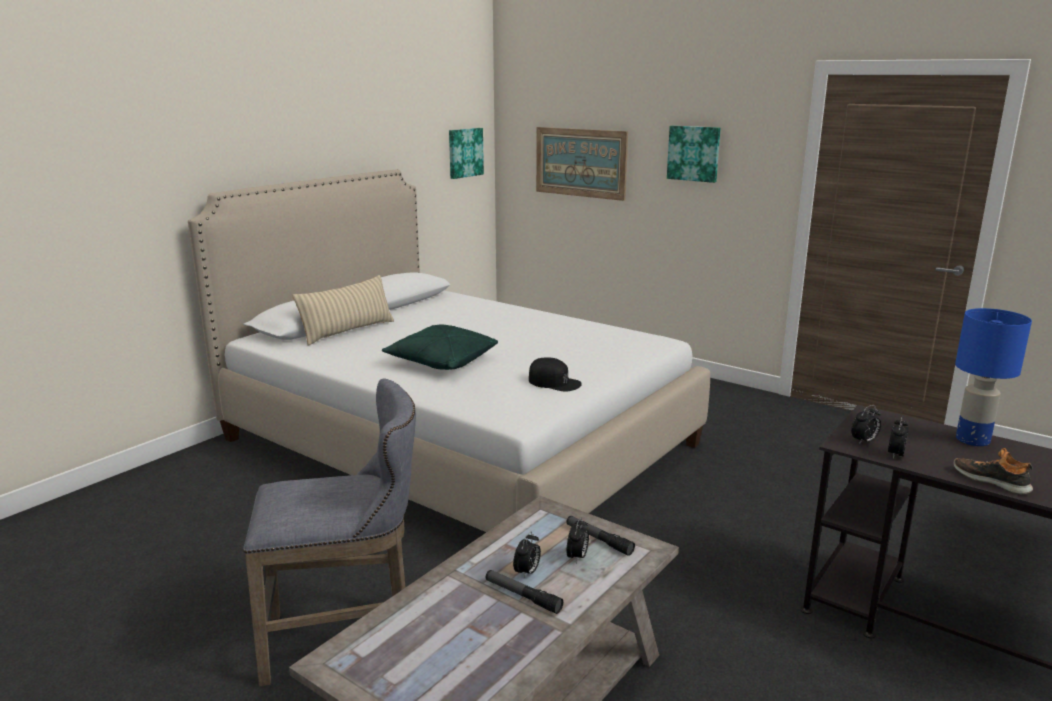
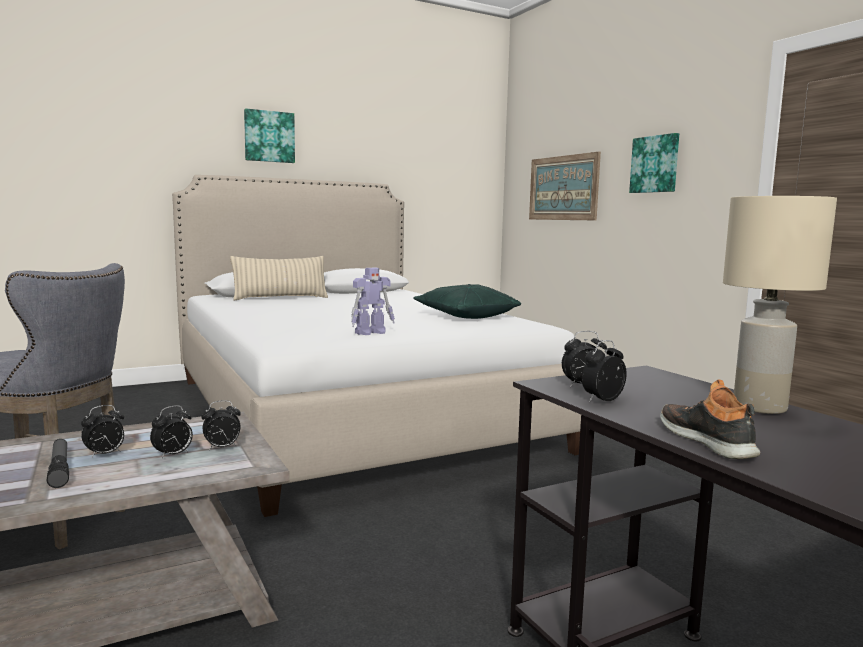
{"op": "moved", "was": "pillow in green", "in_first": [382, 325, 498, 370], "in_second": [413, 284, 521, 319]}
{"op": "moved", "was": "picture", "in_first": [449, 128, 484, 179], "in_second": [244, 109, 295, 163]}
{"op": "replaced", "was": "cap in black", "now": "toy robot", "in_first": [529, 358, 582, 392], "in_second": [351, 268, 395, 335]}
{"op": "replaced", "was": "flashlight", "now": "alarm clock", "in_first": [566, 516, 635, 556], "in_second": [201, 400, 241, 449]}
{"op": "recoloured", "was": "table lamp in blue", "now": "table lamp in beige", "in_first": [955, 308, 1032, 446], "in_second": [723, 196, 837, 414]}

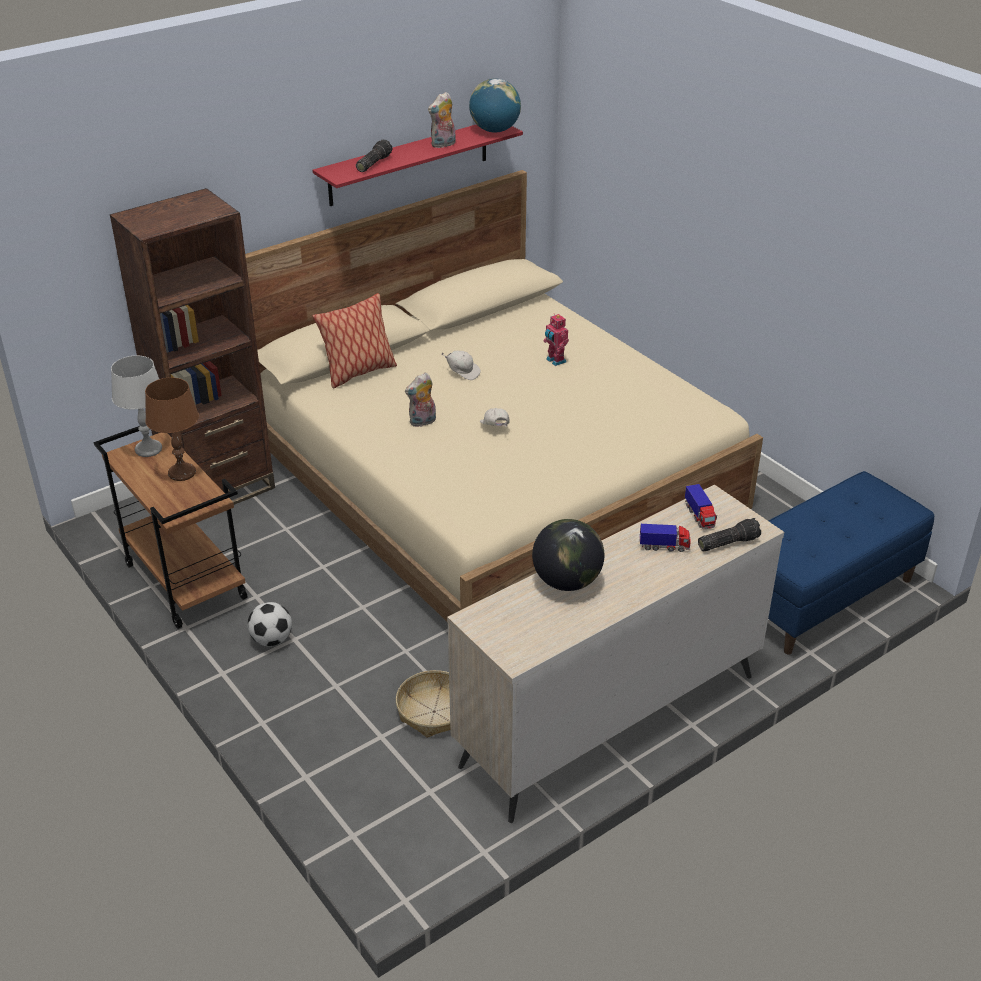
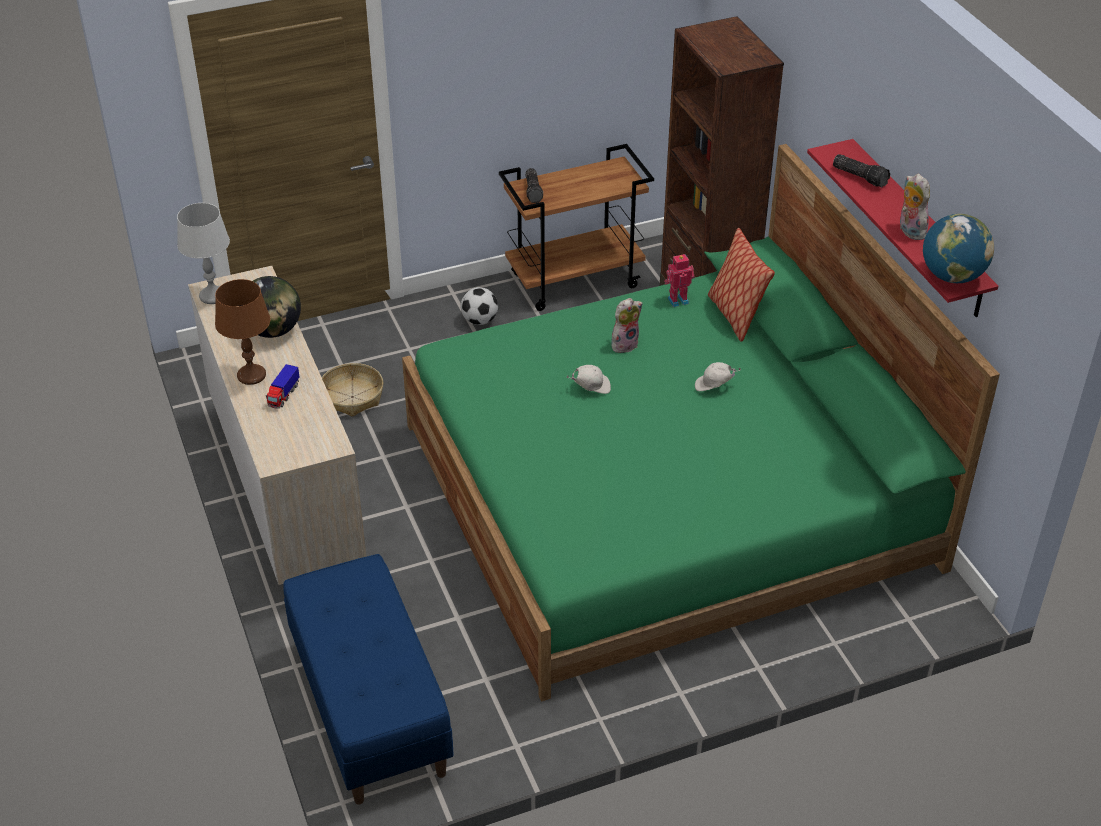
{"op": "removed", "was": "toy truck", "in_first": [685, 484, 717, 529]}
{"op": "moved", "was": "table lamp in grey", "in_first": [111, 356, 162, 457], "in_second": [177, 203, 230, 304]}
{"op": "moved", "was": "table lamp in brown", "in_first": [145, 377, 199, 481], "in_second": [215, 279, 271, 385]}
{"op": "moved", "was": "toy robot", "in_first": [543, 313, 569, 366], "in_second": [664, 254, 695, 307]}
{"op": "moved", "was": "flashlight", "in_first": [698, 518, 761, 551], "in_second": [525, 168, 543, 203]}
{"op": "recoloured", "was": "bed in beige", "now": "bed in green", "in_first": [245, 170, 763, 621], "in_second": [402, 144, 1000, 701]}
{"op": "turned", "was": "plush toy", "in_first": [405, 373, 436, 427], "in_second": [611, 298, 643, 353], "clockwise": 75}
{"op": "turned", "was": "cap in white", "in_first": [442, 351, 481, 380], "in_second": [695, 362, 741, 391], "clockwise": 45}

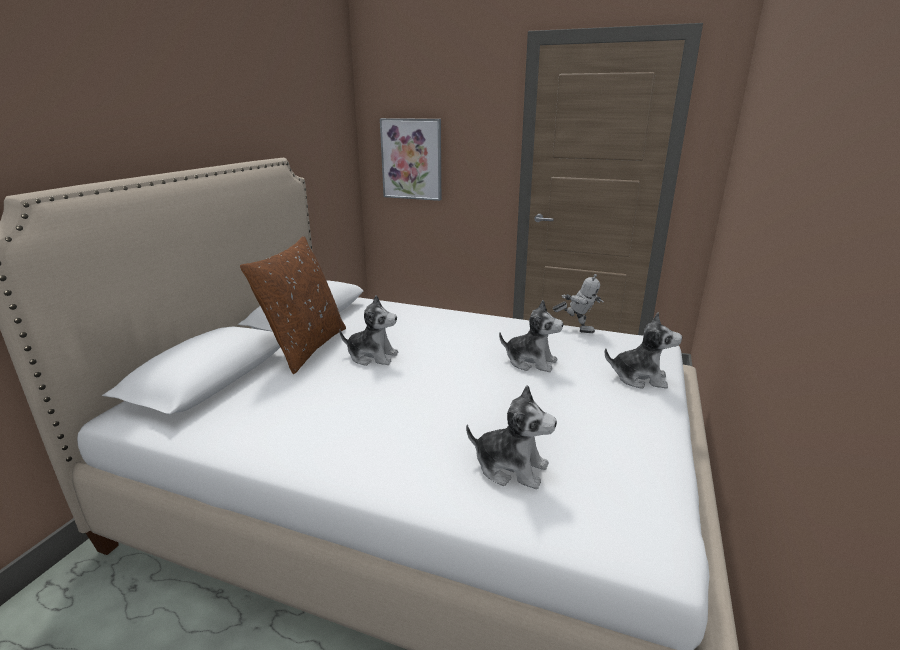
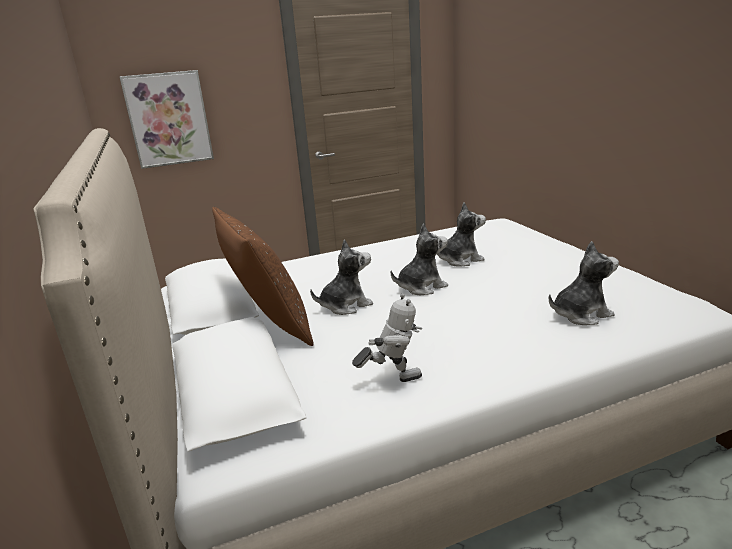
{"op": "moved", "was": "toy robot", "in_first": [552, 274, 604, 333], "in_second": [352, 293, 422, 382]}
{"op": "moved", "was": "plush toy", "in_first": [605, 312, 682, 389], "in_second": [391, 223, 448, 295]}

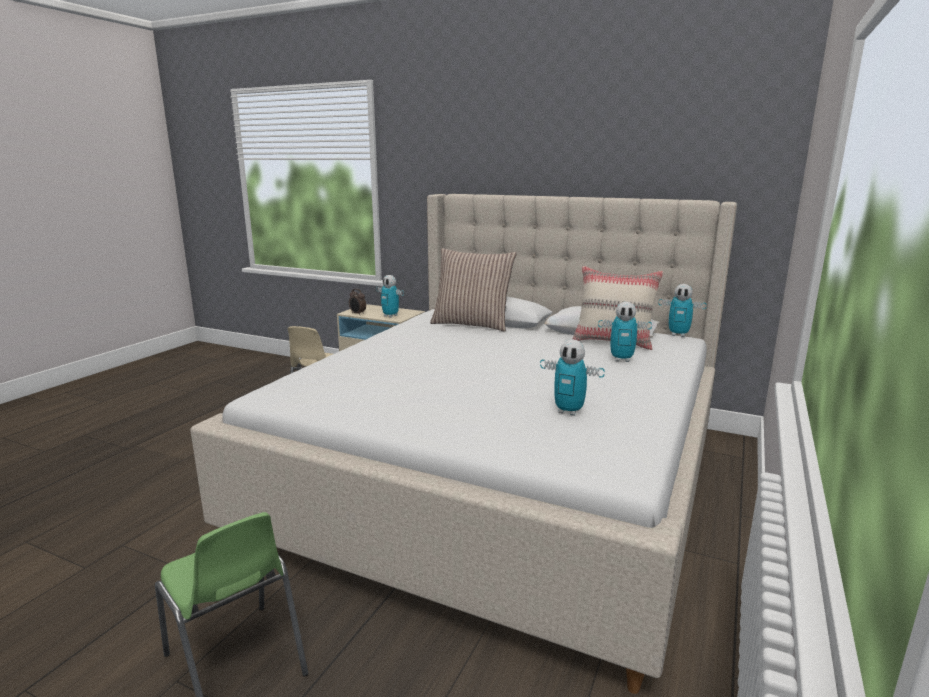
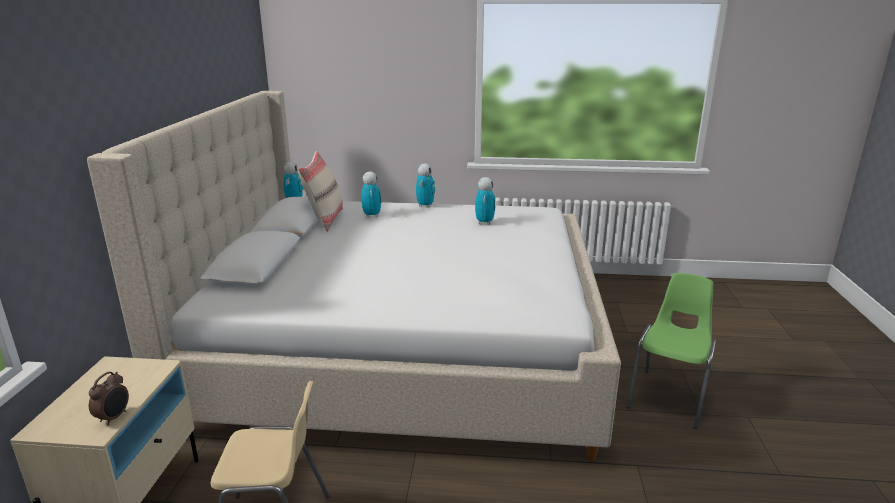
{"op": "removed", "was": "pillow", "in_first": [430, 248, 517, 332]}
{"op": "moved", "was": "toy robot", "in_first": [376, 275, 404, 318], "in_second": [416, 164, 435, 208]}

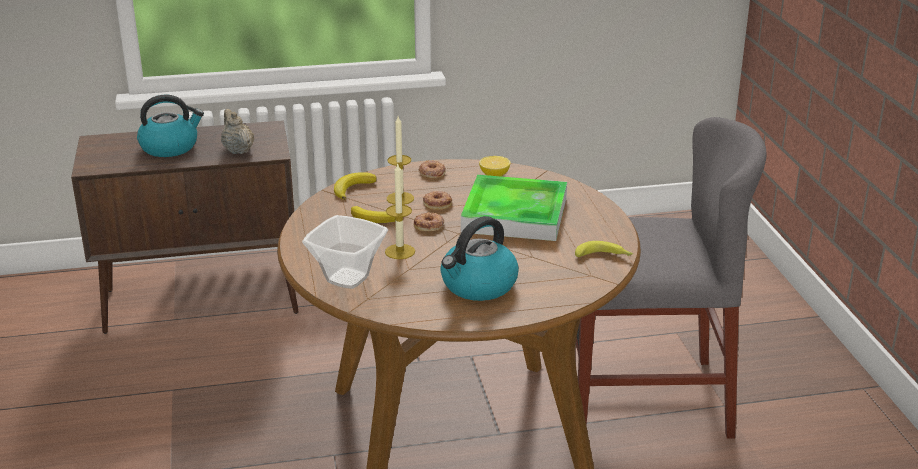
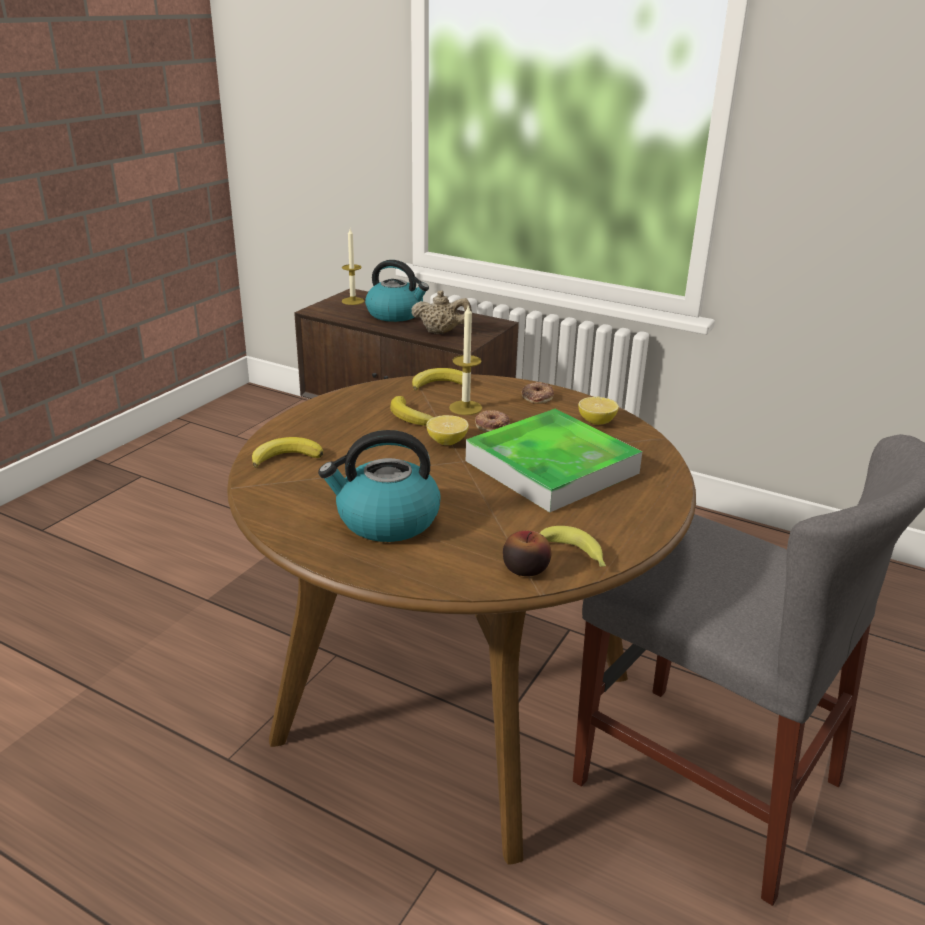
{"op": "added", "now": "apple", "in_second": [503, 531, 551, 576]}
{"op": "moved", "was": "candle", "in_first": [385, 163, 415, 259], "in_second": [342, 229, 364, 305]}
{"op": "replaced", "was": "bowl", "now": "banana", "in_first": [302, 215, 388, 289], "in_second": [252, 437, 323, 468]}
{"op": "replaced", "was": "donut", "now": "lemon", "in_first": [414, 212, 444, 231], "in_second": [426, 415, 469, 445]}
{"op": "turned", "was": "teapot in beige", "in_first": [221, 109, 254, 154], "in_second": [412, 291, 472, 334], "clockwise": 90}

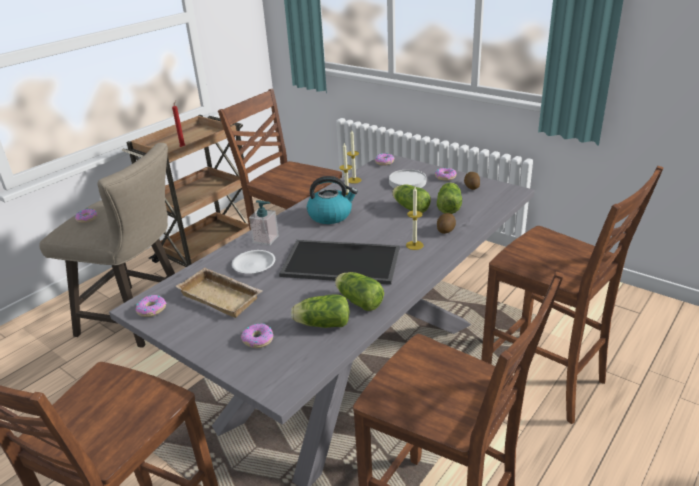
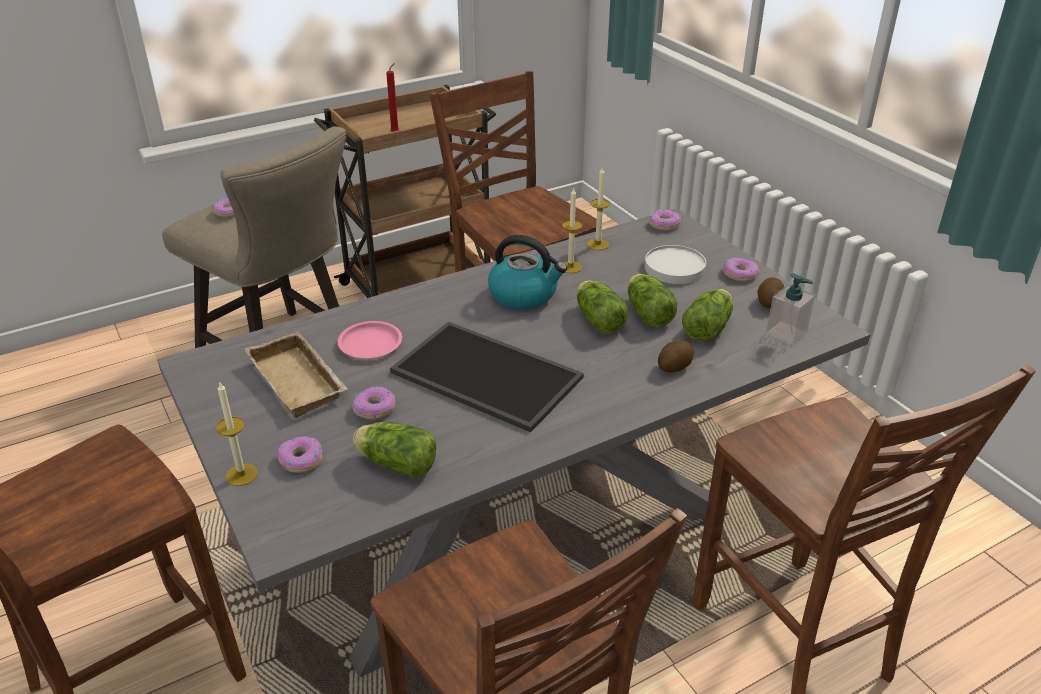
{"op": "moved", "was": "donut", "in_first": [136, 295, 166, 317], "in_second": [352, 386, 396, 420]}
{"op": "moved", "was": "soap dispenser", "in_first": [249, 200, 279, 245], "in_second": [766, 273, 815, 345]}
{"op": "moved", "was": "lettuce", "in_first": [335, 272, 384, 311], "in_second": [576, 281, 628, 334]}
{"op": "moved", "was": "candle", "in_first": [406, 187, 424, 250], "in_second": [216, 383, 258, 486]}
{"op": "recoloured", "was": "plate in white", "now": "plate in pink", "in_first": [232, 250, 275, 274], "in_second": [338, 321, 402, 358]}

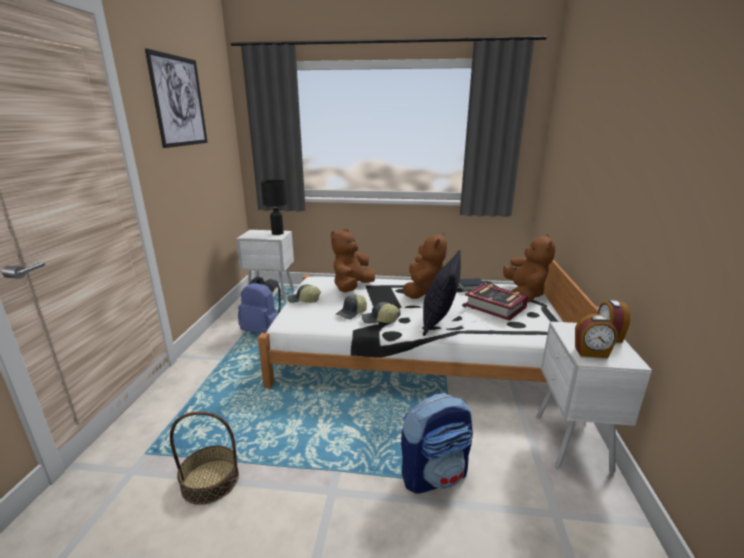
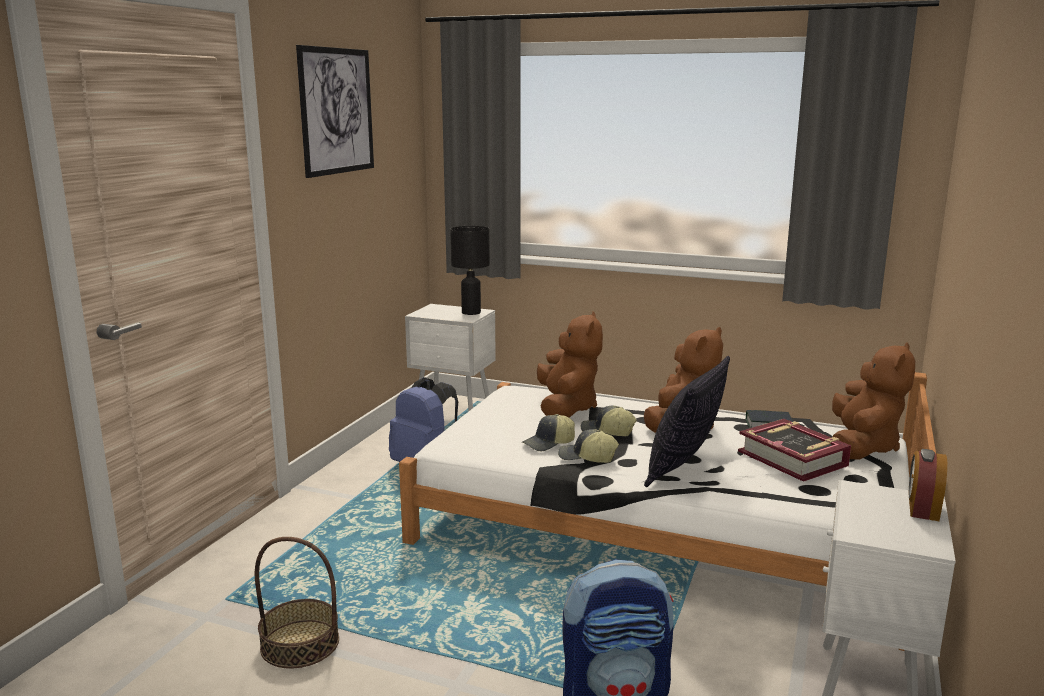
{"op": "removed", "was": "alarm clock", "in_first": [575, 314, 618, 358]}
{"op": "moved", "was": "cap", "in_first": [287, 284, 321, 303], "in_second": [581, 406, 637, 436]}
{"op": "turned", "was": "plush toy in brown", "in_first": [331, 229, 375, 293], "in_second": [537, 311, 603, 417], "clockwise": 135}

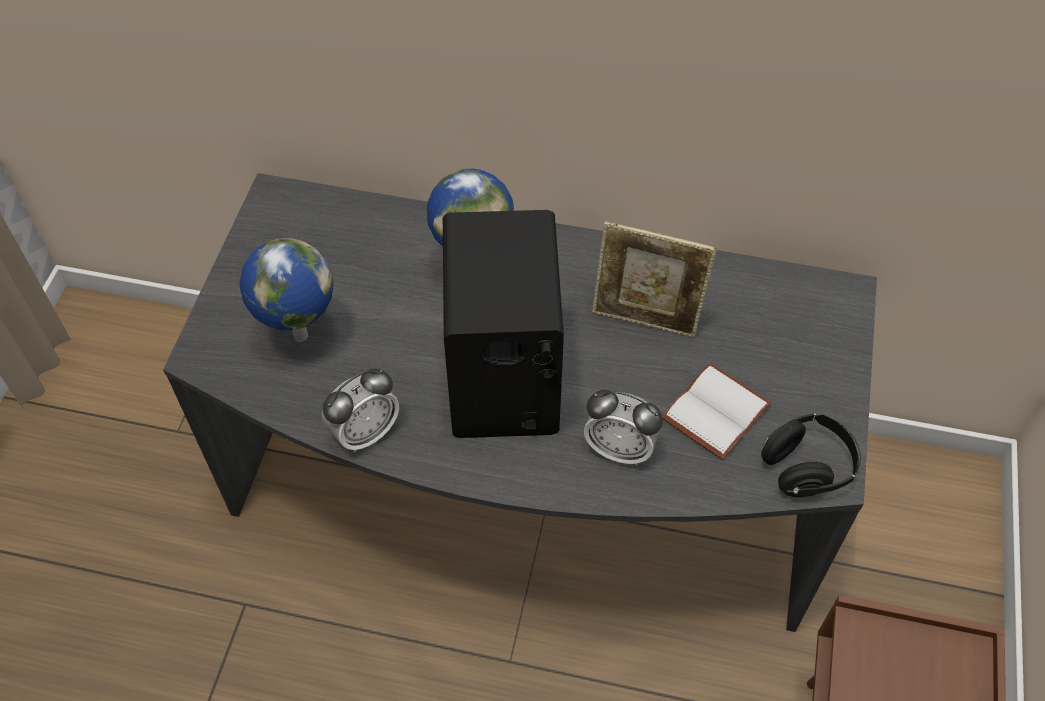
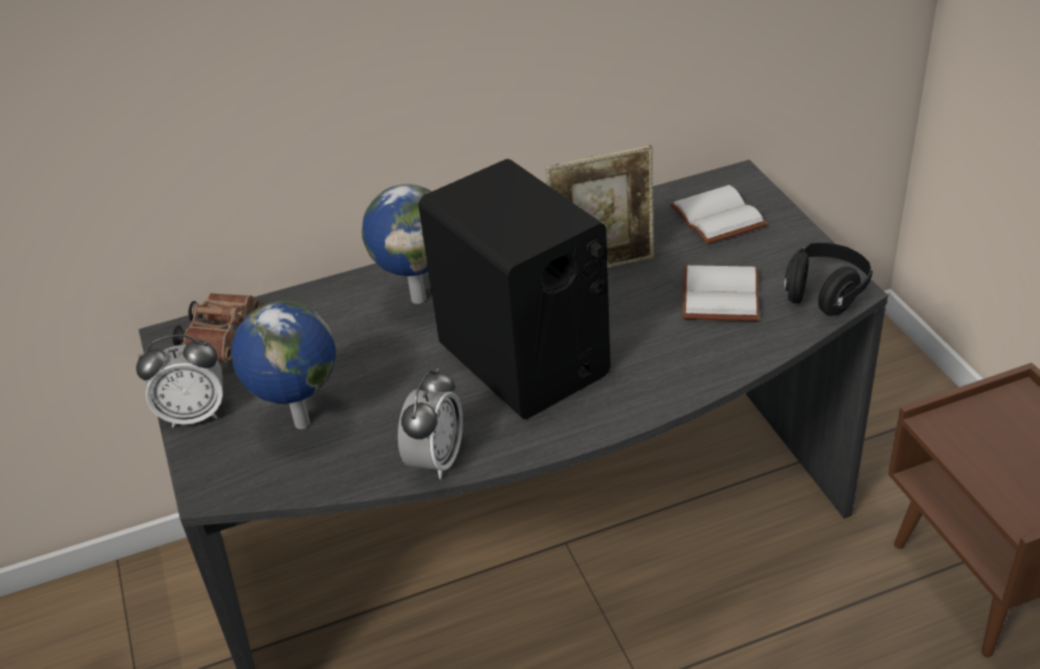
{"op": "added", "now": "binoculars in brown", "in_second": [172, 293, 260, 363]}
{"op": "added", "now": "book in white", "in_second": [669, 185, 767, 244]}
{"op": "moved", "was": "alarm clock", "in_first": [584, 390, 663, 465], "in_second": [136, 335, 223, 428]}

